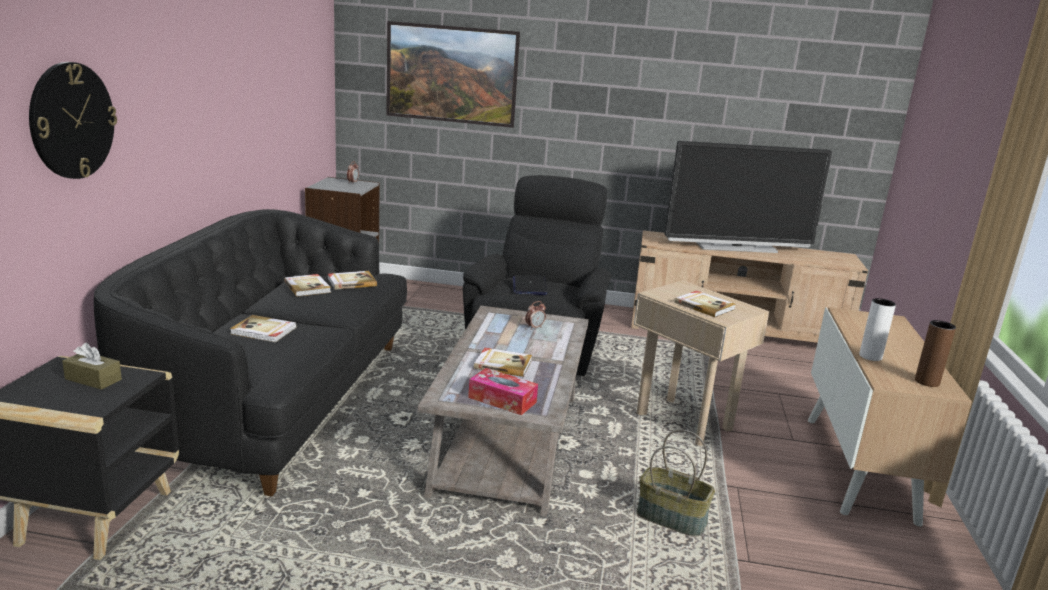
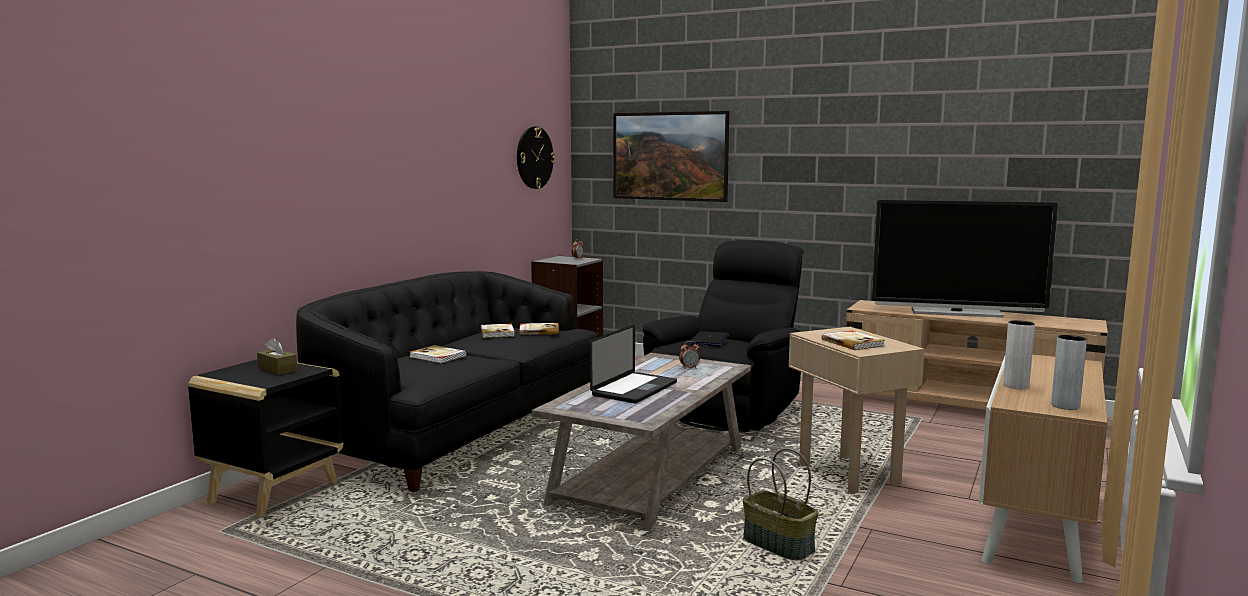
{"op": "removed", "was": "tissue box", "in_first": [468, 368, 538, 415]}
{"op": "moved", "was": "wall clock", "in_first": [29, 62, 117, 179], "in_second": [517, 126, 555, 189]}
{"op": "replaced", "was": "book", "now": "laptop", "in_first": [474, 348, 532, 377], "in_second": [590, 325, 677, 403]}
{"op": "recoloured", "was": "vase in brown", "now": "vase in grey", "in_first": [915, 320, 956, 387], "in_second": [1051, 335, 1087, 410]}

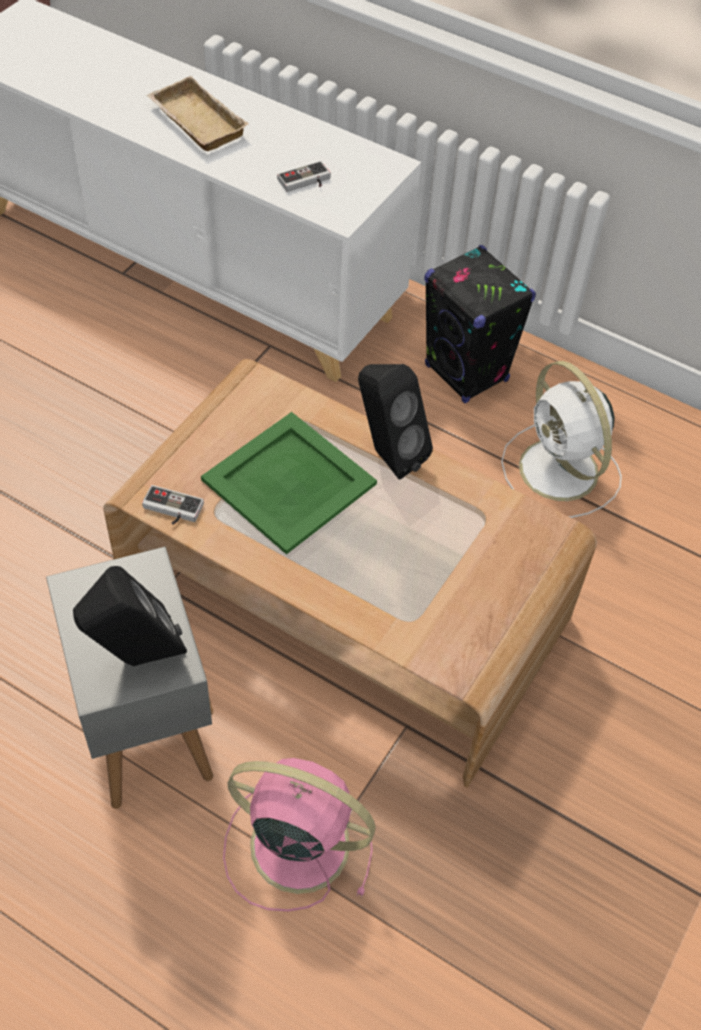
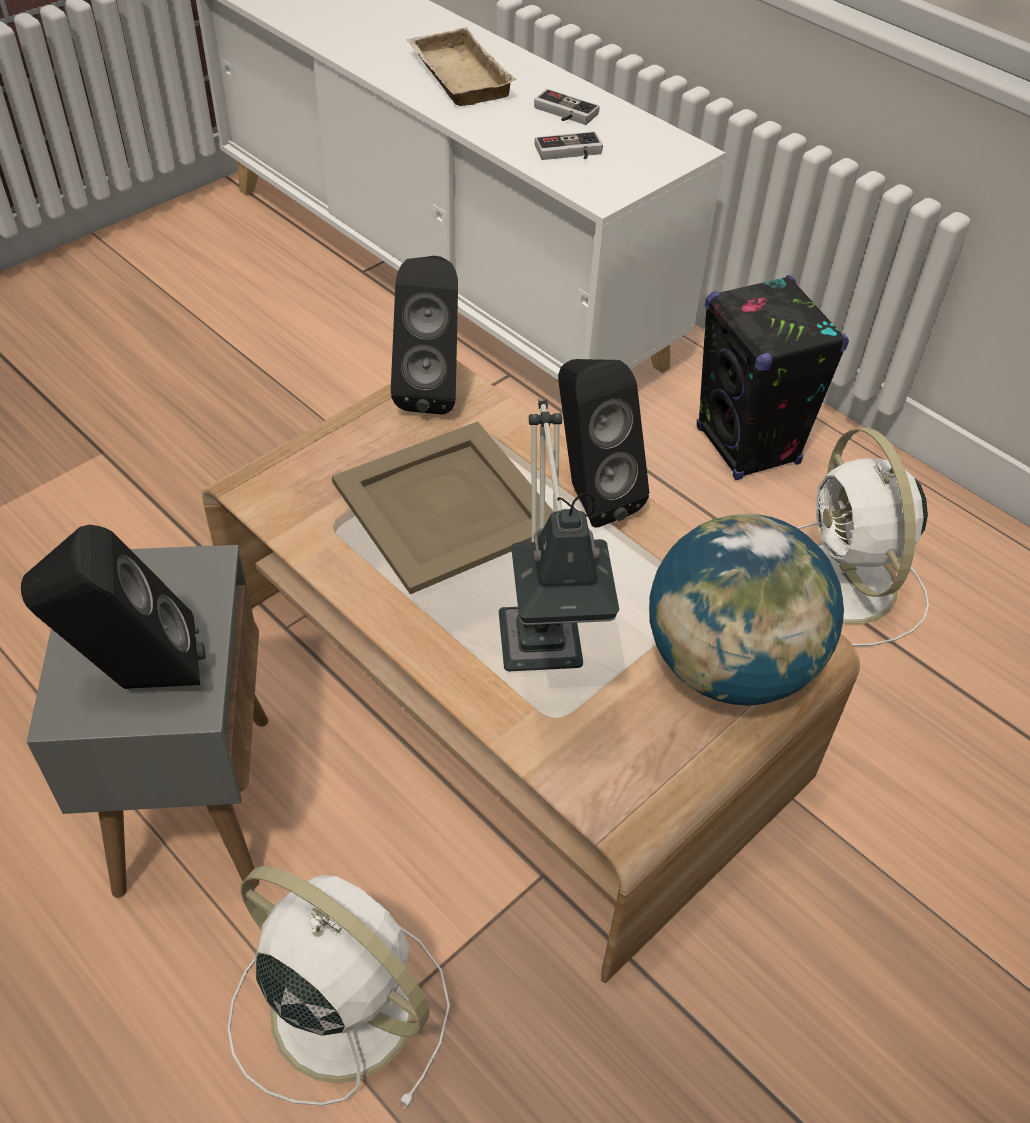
{"op": "added", "now": "speaker in black", "in_second": [391, 256, 458, 414]}
{"op": "added", "now": "table lamp", "in_second": [499, 399, 619, 671]}
{"op": "added", "now": "globe", "in_second": [649, 514, 844, 706]}
{"op": "moved", "was": "game controller", "in_first": [142, 485, 204, 525], "in_second": [534, 89, 600, 125]}
{"op": "recoloured", "was": "tray in green", "now": "tray in beige", "in_first": [201, 412, 377, 555], "in_second": [332, 421, 553, 594]}
{"op": "recoloured", "was": "fan in pink", "now": "fan in white", "in_first": [223, 758, 376, 911], "in_second": [228, 866, 450, 1110]}

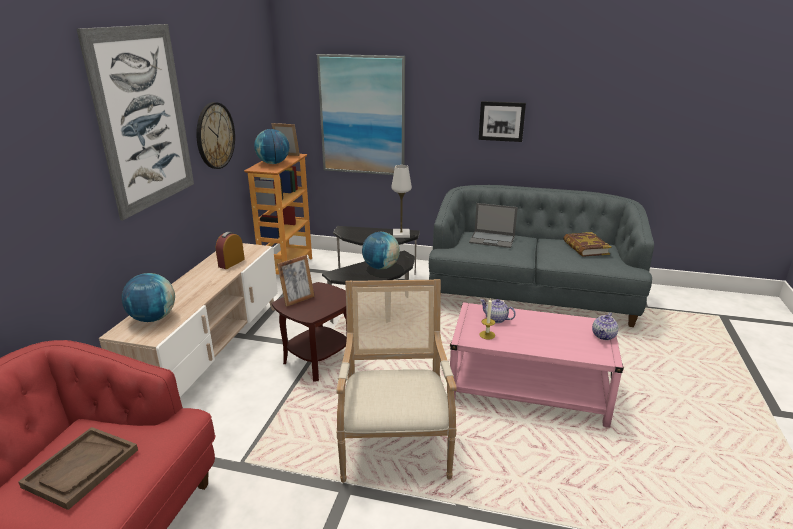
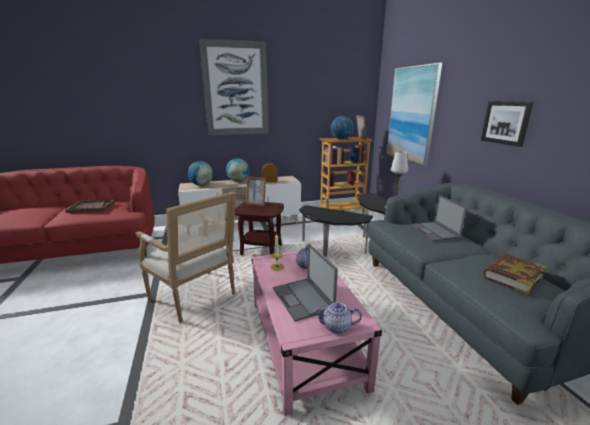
{"op": "removed", "was": "wall clock", "in_first": [196, 102, 235, 169]}
{"op": "added", "now": "laptop", "in_second": [273, 244, 338, 322]}
{"op": "moved", "was": "globe", "in_first": [362, 232, 400, 269], "in_second": [226, 158, 250, 182]}
{"op": "turned", "was": "armchair", "in_first": [336, 279, 457, 483], "in_second": [135, 191, 236, 323], "clockwise": 75}

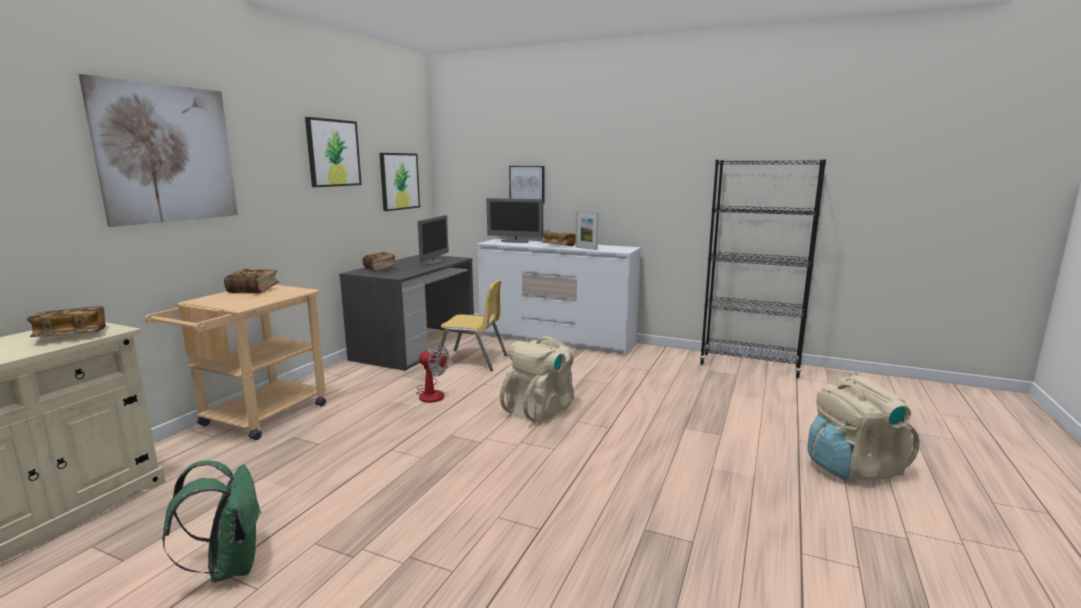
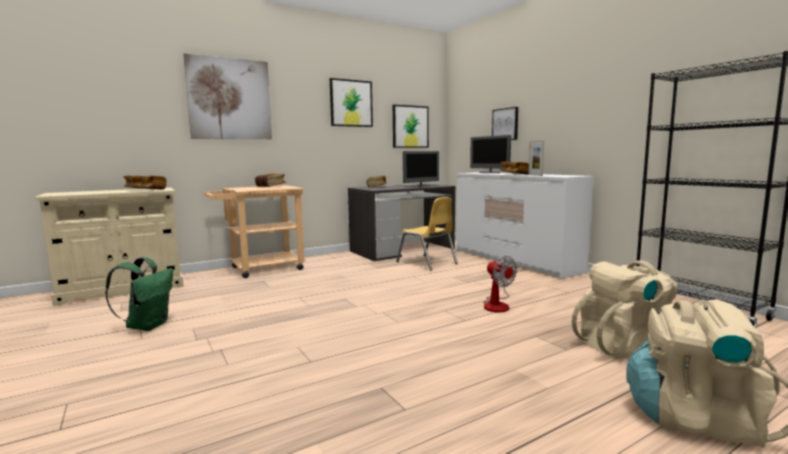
{"op": "moved", "was": "fan", "in_first": [416, 345, 449, 403], "in_second": [483, 256, 517, 313]}
{"op": "moved", "was": "backpack in beige", "in_first": [500, 336, 574, 423], "in_second": [572, 260, 677, 360]}

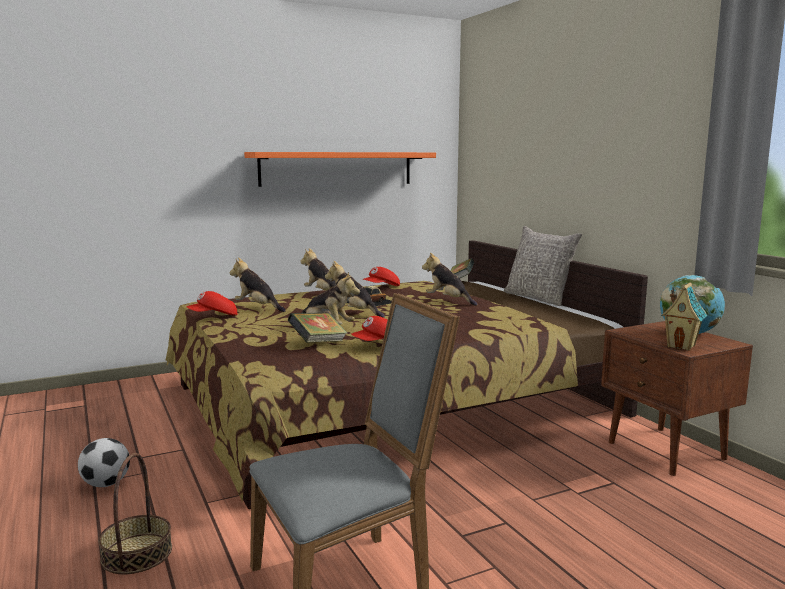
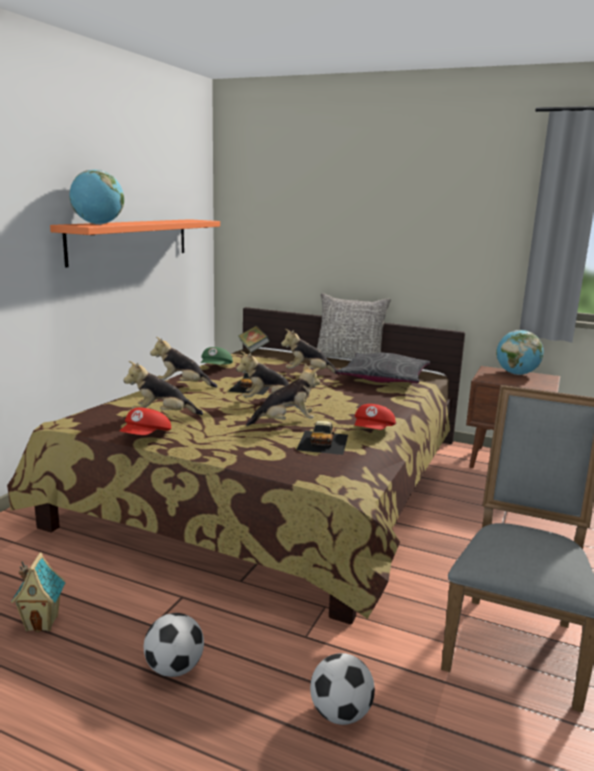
{"op": "added", "now": "globe", "in_second": [70, 170, 124, 225]}
{"op": "added", "now": "pillow in grey", "in_second": [336, 353, 430, 383]}
{"op": "moved", "was": "toy house", "in_first": [661, 283, 707, 351], "in_second": [11, 552, 65, 632]}
{"op": "replaced", "was": "basket", "now": "football", "in_first": [98, 453, 172, 574], "in_second": [310, 653, 375, 725]}
{"op": "replaced", "was": "book", "now": "toy car", "in_first": [288, 313, 347, 342], "in_second": [296, 421, 348, 455]}
{"op": "recoloured", "was": "cap in red", "now": "cap in green", "in_first": [363, 267, 400, 286], "in_second": [201, 347, 233, 365]}

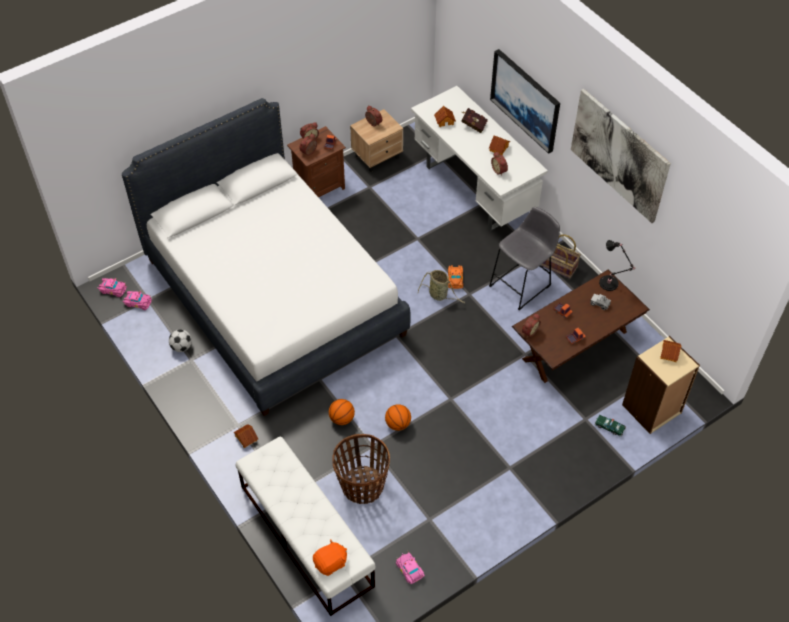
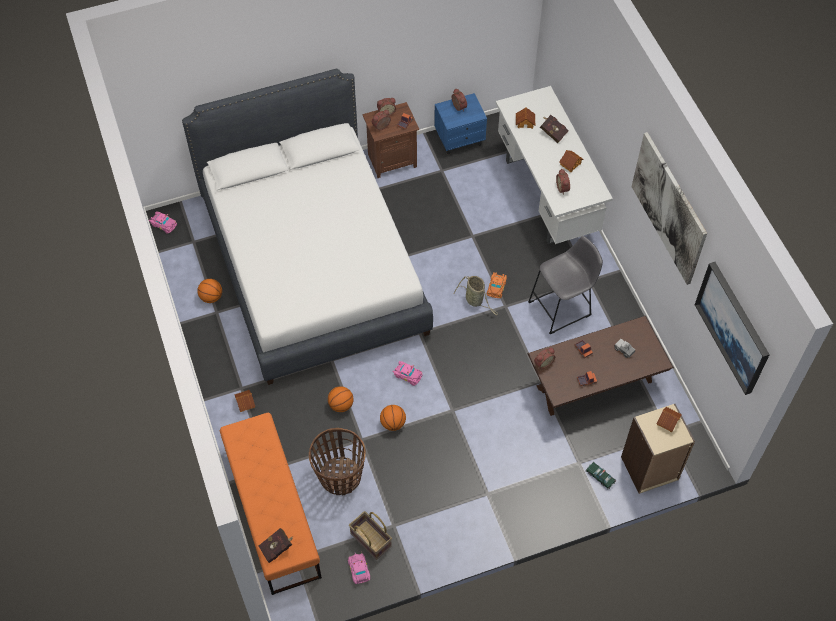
{"op": "removed", "was": "table lamp in black", "in_first": [599, 240, 635, 291]}
{"op": "moved", "was": "toy car in pink", "in_first": [122, 291, 152, 310], "in_second": [393, 361, 423, 386]}
{"op": "moved", "was": "picture", "in_first": [490, 49, 560, 154], "in_second": [695, 262, 770, 395]}
{"op": "moved", "was": "basket", "in_first": [541, 235, 581, 279], "in_second": [349, 511, 392, 560]}
{"op": "replaced", "was": "football", "now": "basketball", "in_first": [169, 329, 192, 352], "in_second": [197, 279, 222, 303]}
{"op": "replaced", "was": "plush toy in orange", "now": "book in red", "in_first": [313, 539, 347, 576], "in_second": [259, 528, 293, 563]}
{"op": "recoloured", "was": "bench in white", "now": "bench in orange", "in_first": [236, 436, 376, 616], "in_second": [220, 413, 322, 595]}
{"op": "recoloured", "was": "nightstand in beige", "now": "nightstand in blue", "in_first": [350, 109, 403, 172], "in_second": [434, 93, 487, 155]}

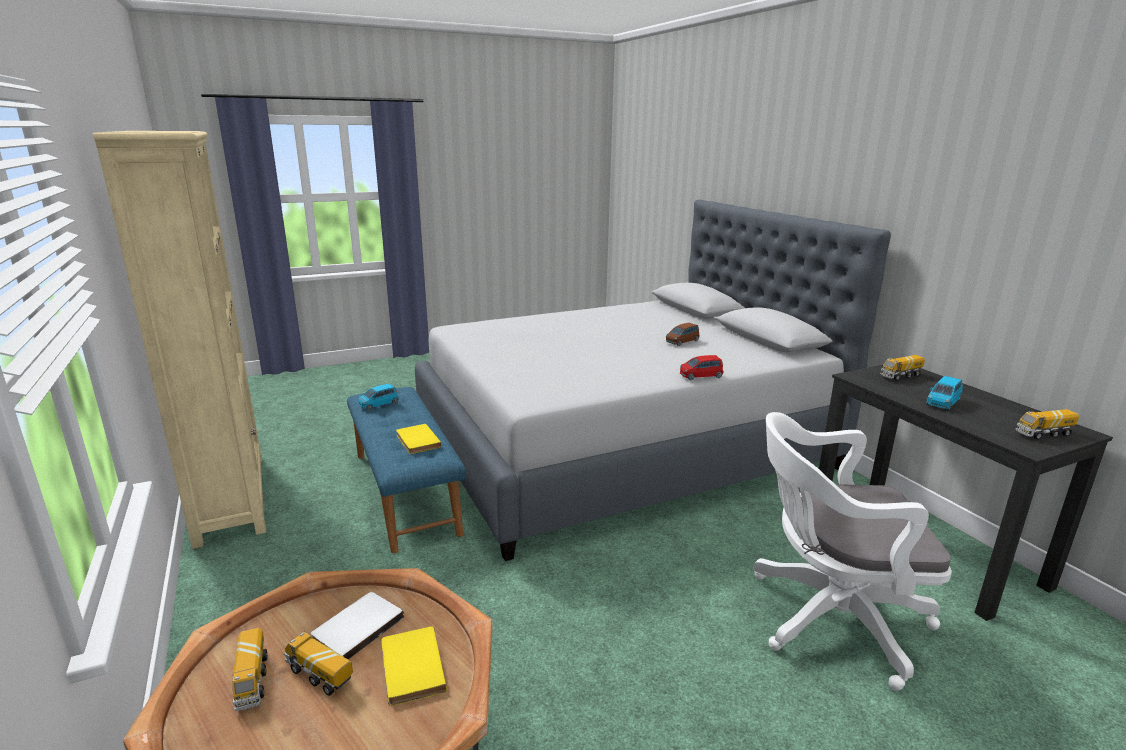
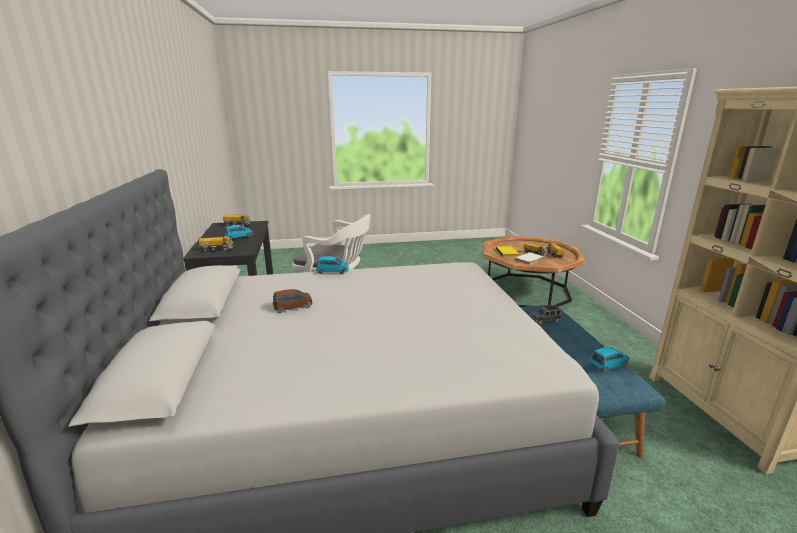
{"op": "replaced", "was": "book in yellow", "now": "toy car in grey", "in_first": [396, 424, 441, 454], "in_second": [532, 305, 561, 325]}
{"op": "recoloured", "was": "toy car in red", "now": "toy car in blue", "in_first": [680, 355, 723, 380], "in_second": [316, 256, 349, 274]}

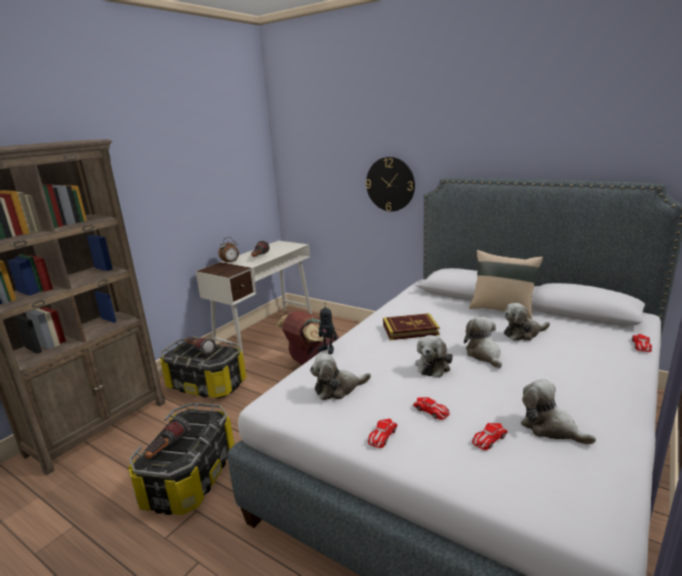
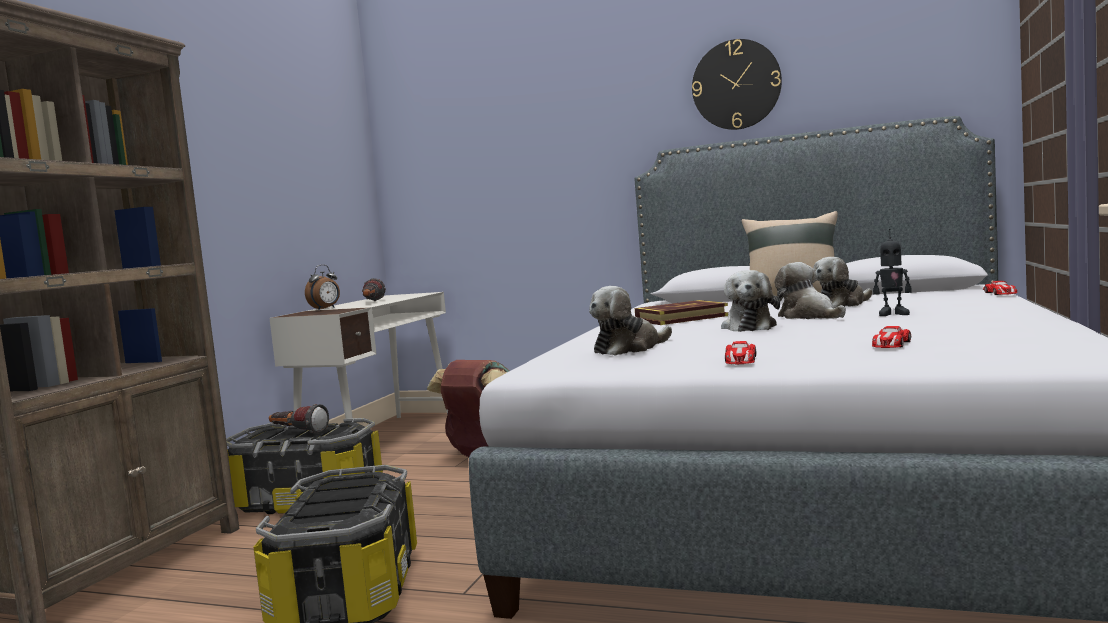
{"op": "removed", "was": "flashlight", "in_first": [145, 416, 191, 459]}
{"op": "removed", "was": "toy car", "in_first": [413, 397, 450, 420]}
{"op": "removed", "was": "plush toy", "in_first": [521, 379, 596, 444]}
{"op": "moved", "was": "toy robot", "in_first": [318, 302, 337, 354], "in_second": [873, 229, 912, 316]}
{"op": "moved", "was": "wall clock", "in_first": [366, 157, 415, 212], "in_second": [692, 39, 782, 130]}

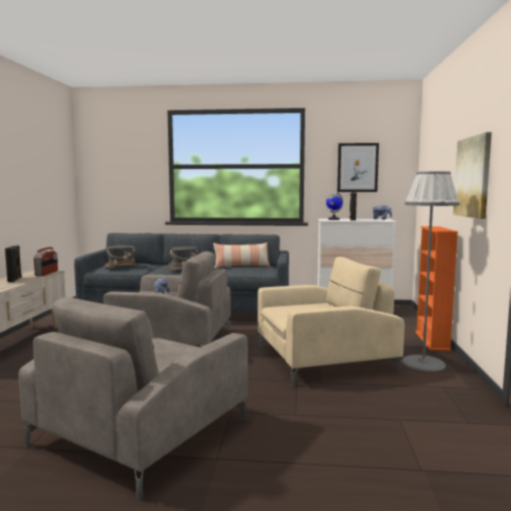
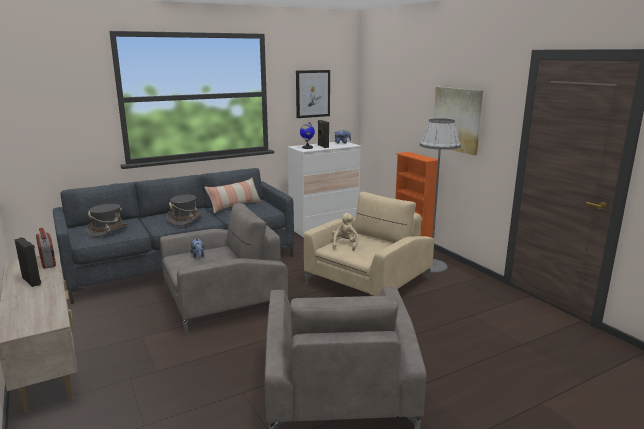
{"op": "added", "now": "plush toy in beige", "in_second": [332, 213, 359, 251]}

